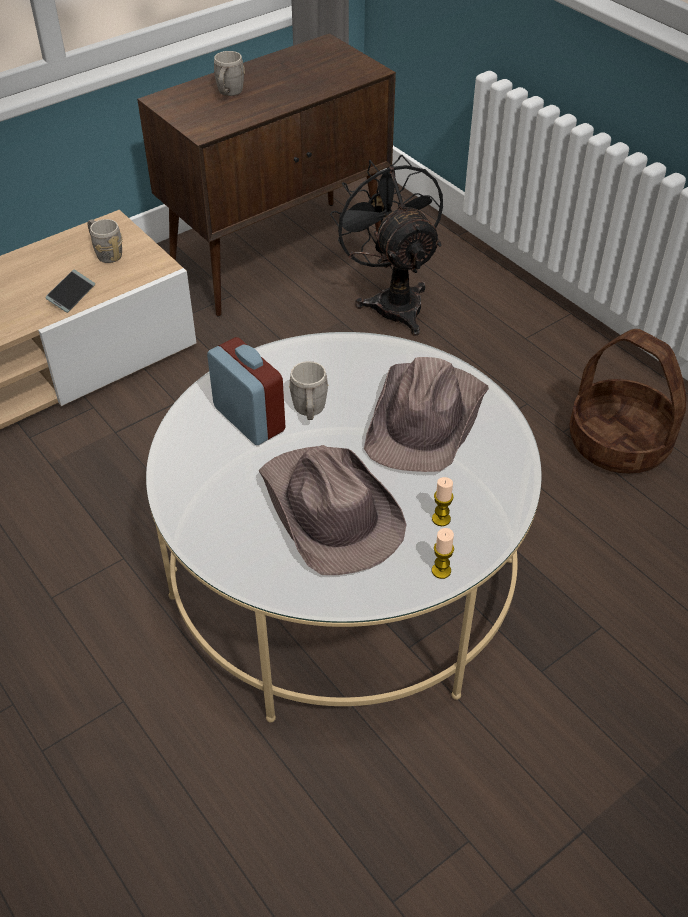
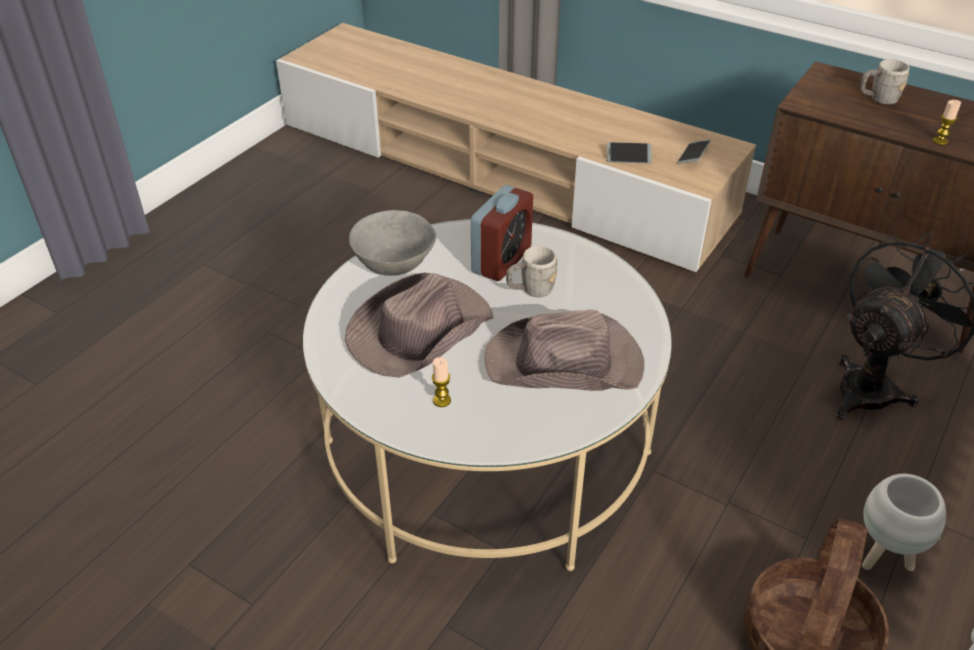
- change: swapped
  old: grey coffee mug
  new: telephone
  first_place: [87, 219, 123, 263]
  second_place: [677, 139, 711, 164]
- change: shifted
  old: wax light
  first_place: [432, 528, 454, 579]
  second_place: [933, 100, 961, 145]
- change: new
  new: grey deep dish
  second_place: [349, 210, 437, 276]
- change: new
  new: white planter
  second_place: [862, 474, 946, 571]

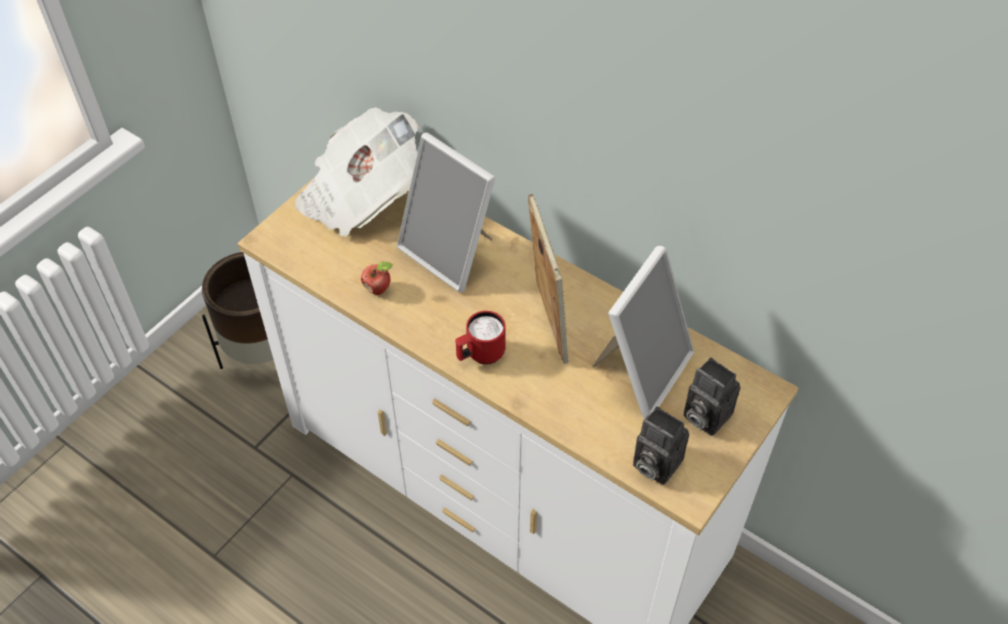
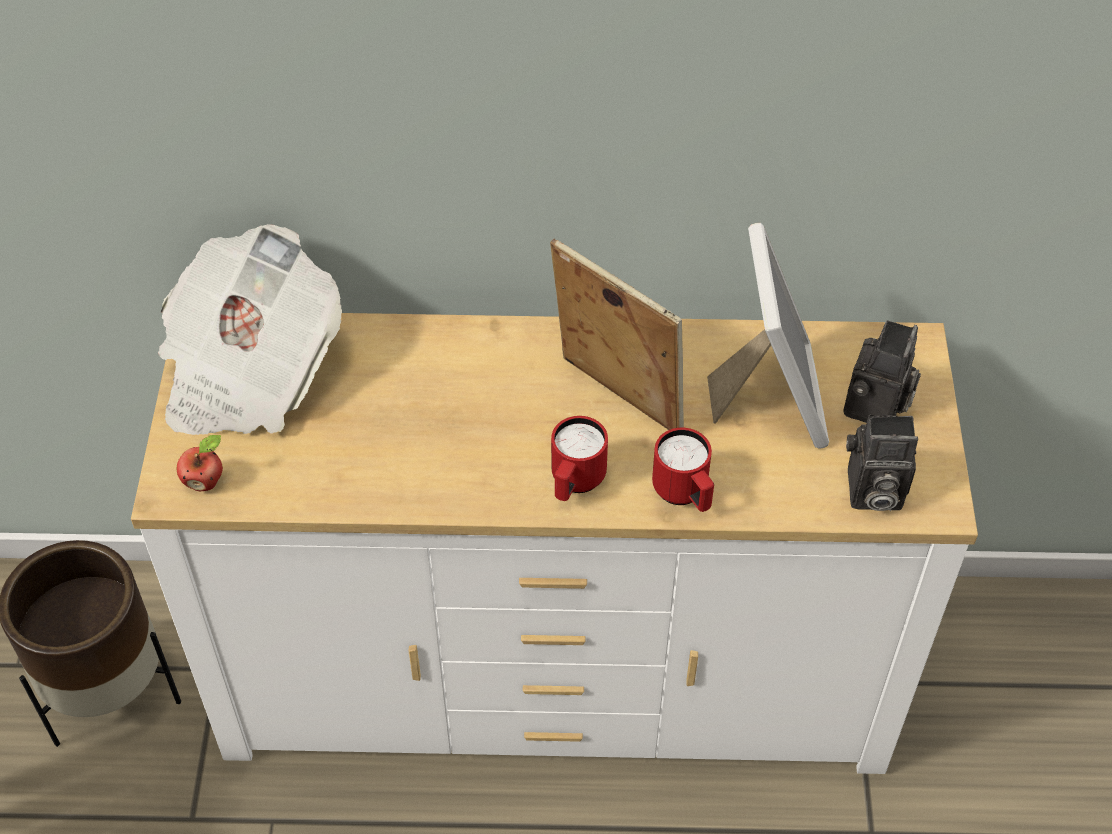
- change: shifted
  old: whole apple
  first_place: [361, 261, 393, 295]
  second_place: [177, 435, 223, 491]
- change: gone
  old: picture frame
  first_place: [397, 133, 495, 292]
- change: rotated
  old: still camera
  first_place: [683, 357, 740, 436]
  second_place: [843, 320, 921, 423]
  degrees: -75
- change: new
  new: reddish coffee mug
  second_place: [652, 428, 714, 512]

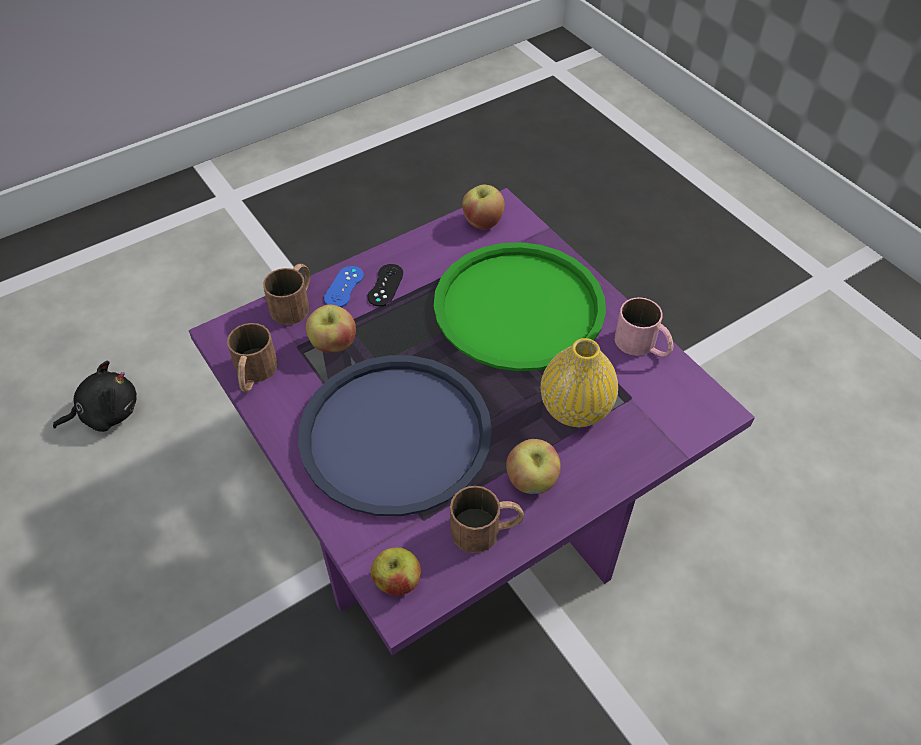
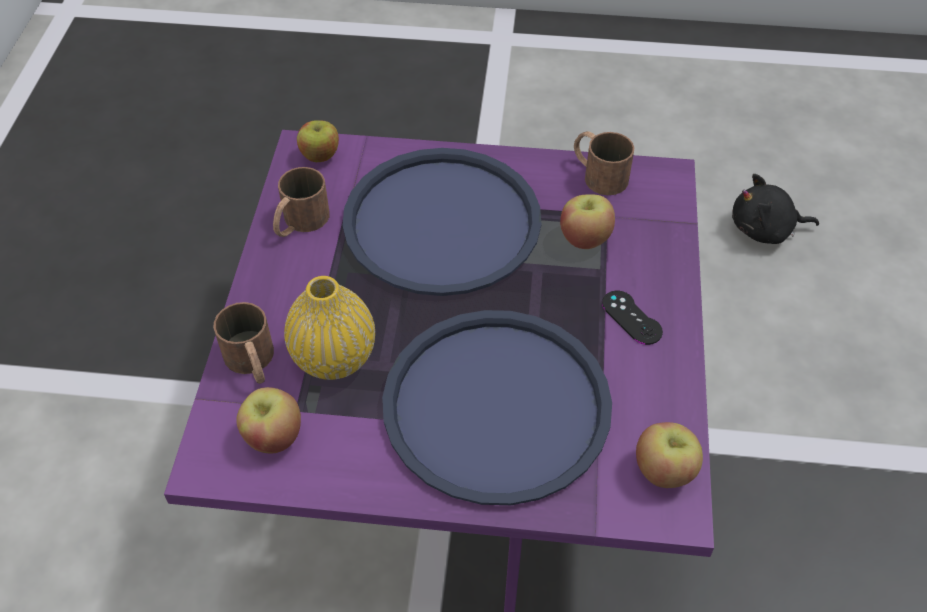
- change: rotated
  old: black cuddly toy
  first_place: [53, 361, 137, 432]
  second_place: [732, 174, 819, 244]
  degrees: 75
- change: shifted
  old: brown-coloured coffee mug
  first_place: [263, 264, 310, 325]
  second_place: [214, 302, 274, 384]
- change: gone
  old: blue game controller
  first_place: [324, 266, 364, 307]
- change: repainted
  old: greenish serving tray
  new: blue serving tray
  first_place: [434, 242, 606, 371]
  second_place: [382, 310, 612, 505]
- change: shifted
  old: whole apple
  first_place: [506, 439, 561, 494]
  second_place: [236, 387, 301, 454]
- change: gone
  old: pink-coloured coffee mug
  first_place: [615, 297, 673, 357]

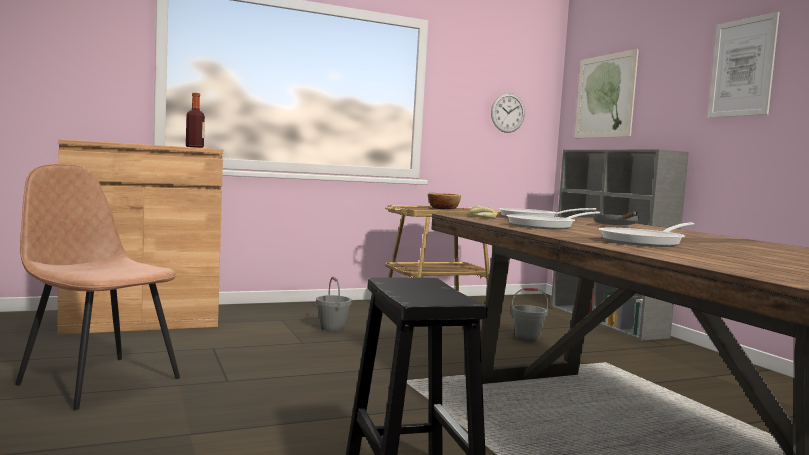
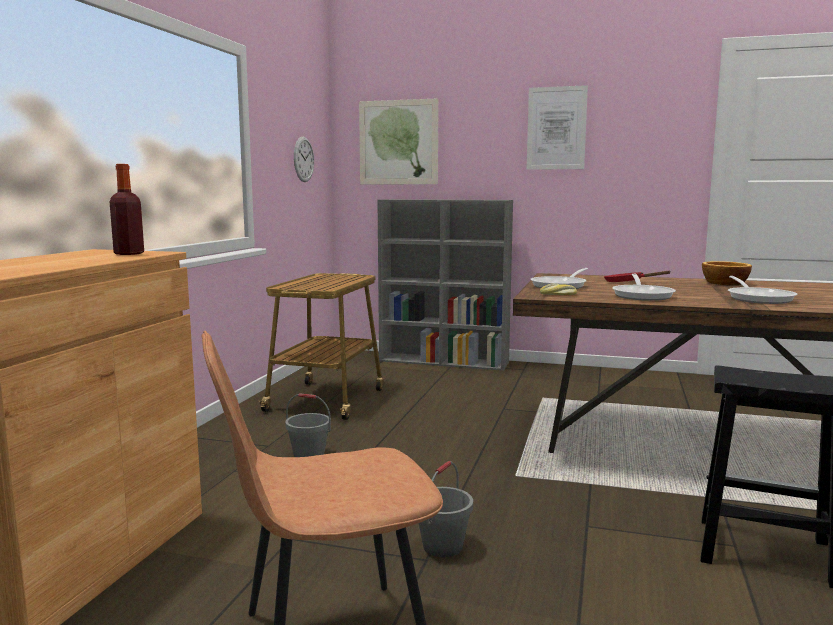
- change: shifted
  old: deep dish
  first_place: [428, 193, 461, 209]
  second_place: [702, 261, 752, 286]
- change: shifted
  old: grey bucket
  first_place: [511, 288, 548, 341]
  second_place: [419, 461, 473, 557]
- change: repainted
  old: grey frying pan
  new: reddish frying pan
  first_place: [593, 212, 639, 225]
  second_place: [604, 271, 671, 282]

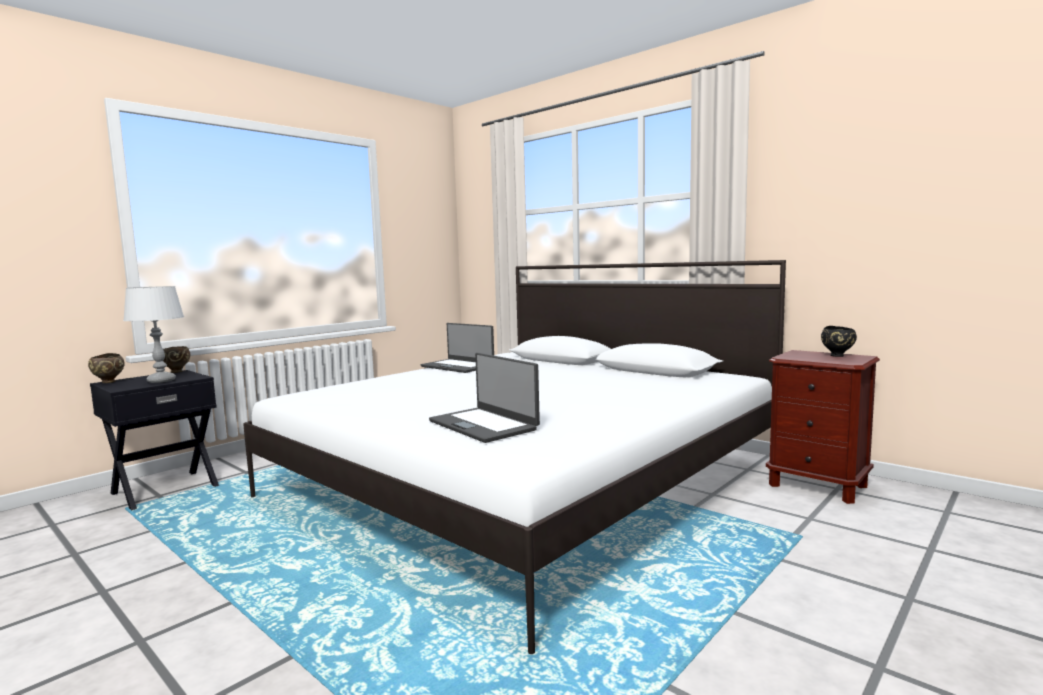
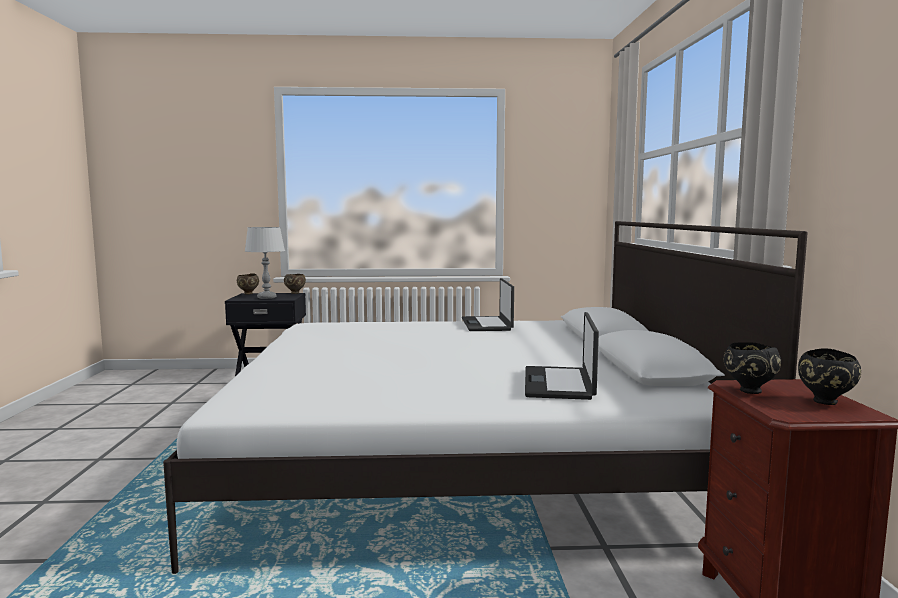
- change: shifted
  old: notebook computer
  first_place: [429, 353, 540, 443]
  second_place: [525, 312, 599, 400]
- change: new
  new: black deep dish
  second_place: [723, 342, 781, 394]

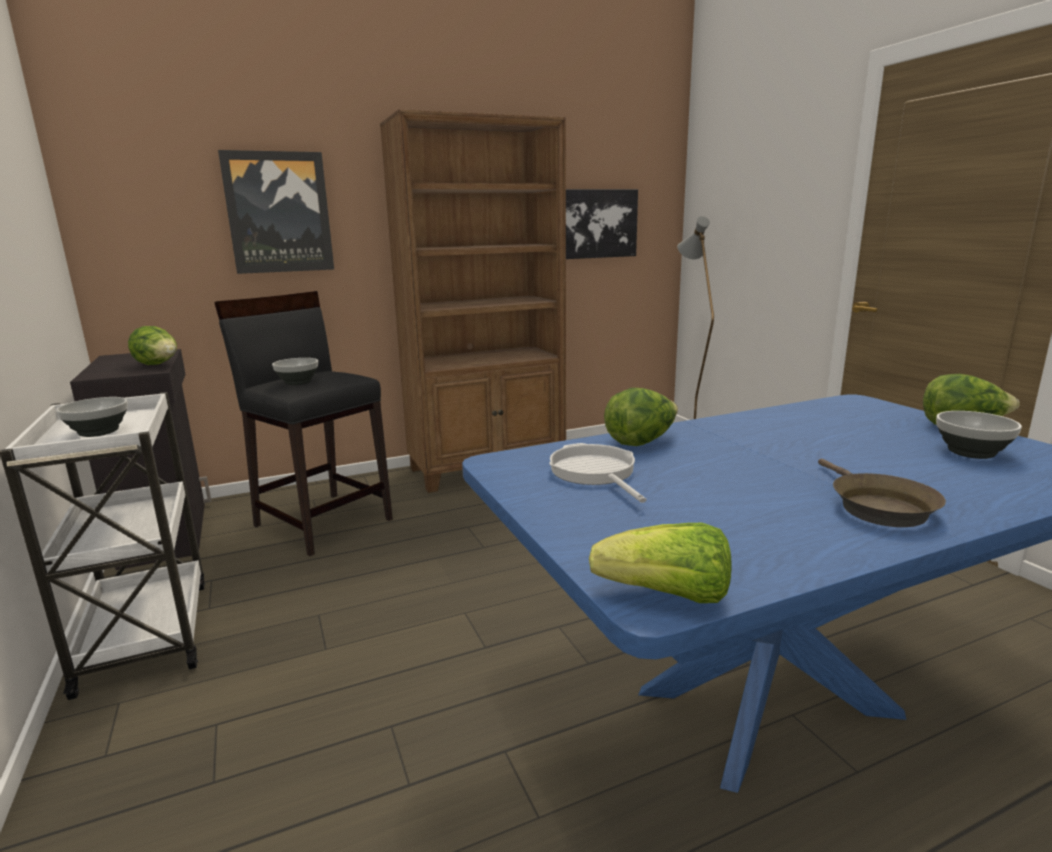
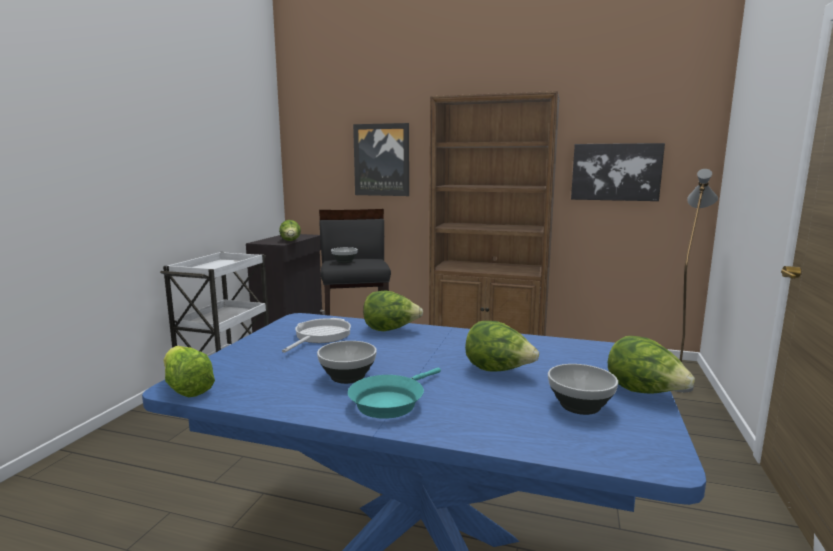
- change: shifted
  old: deep dish
  first_place: [56, 397, 128, 437]
  second_place: [317, 341, 377, 384]
- change: repainted
  old: brown-coloured frying pan
  new: turquoise frying pan
  first_place: [818, 459, 946, 527]
  second_place: [348, 368, 441, 419]
- change: new
  new: lettuce
  second_place: [465, 321, 539, 371]

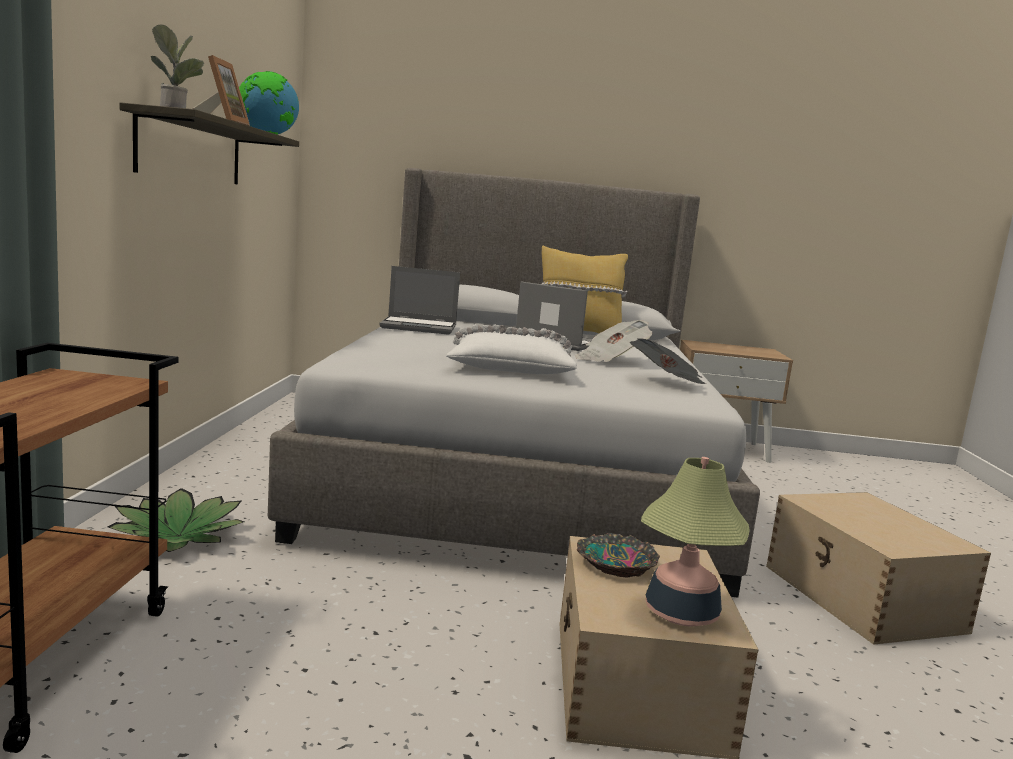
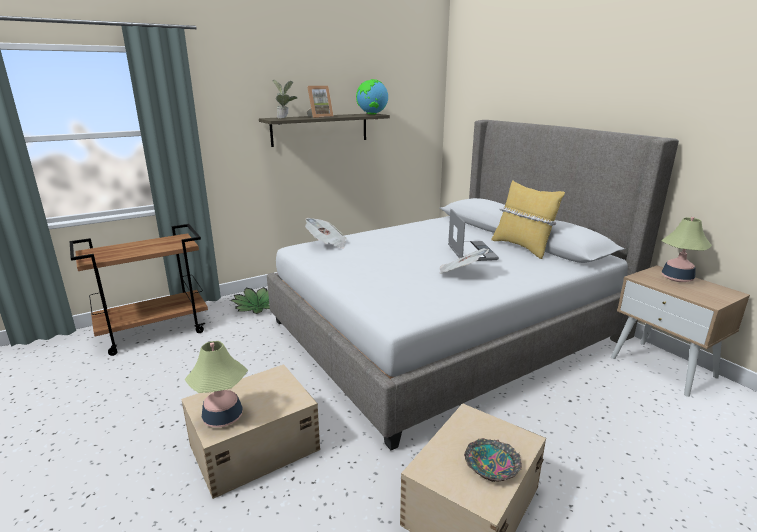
- change: gone
  old: notebook computer
  first_place: [379, 266, 460, 335]
- change: gone
  old: white pillow
  first_place: [446, 324, 577, 374]
- change: shifted
  old: deep dish
  first_place: [577, 533, 660, 577]
  second_place: [464, 438, 522, 482]
- change: shifted
  old: daily paper
  first_place: [630, 338, 706, 384]
  second_place: [305, 218, 347, 248]
- change: new
  new: table lamp
  second_place: [661, 217, 712, 282]

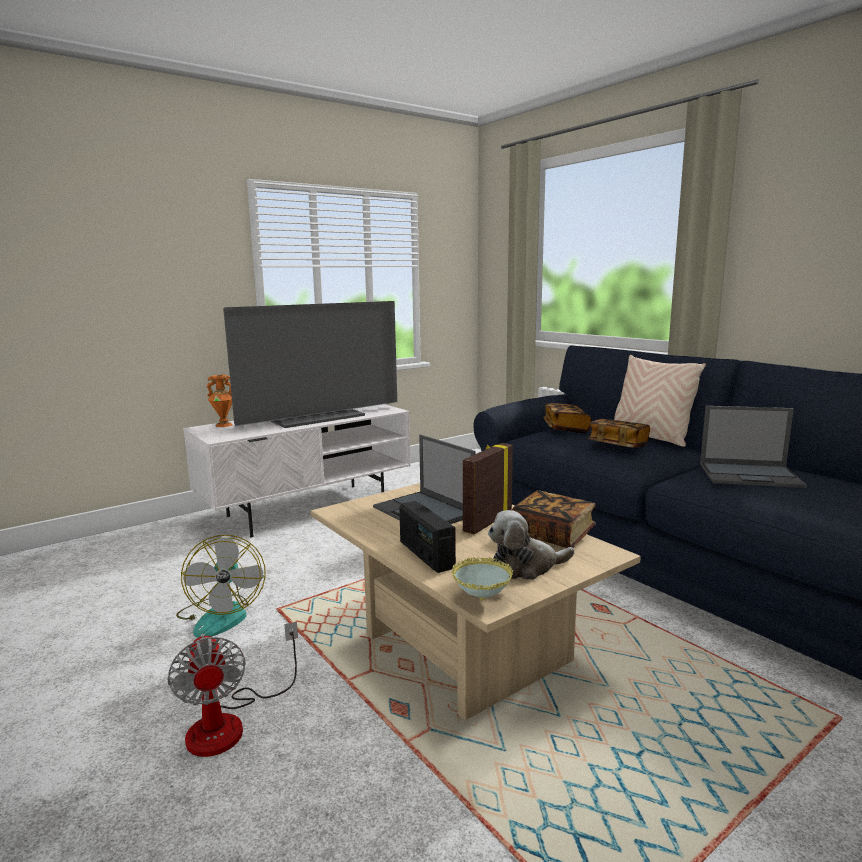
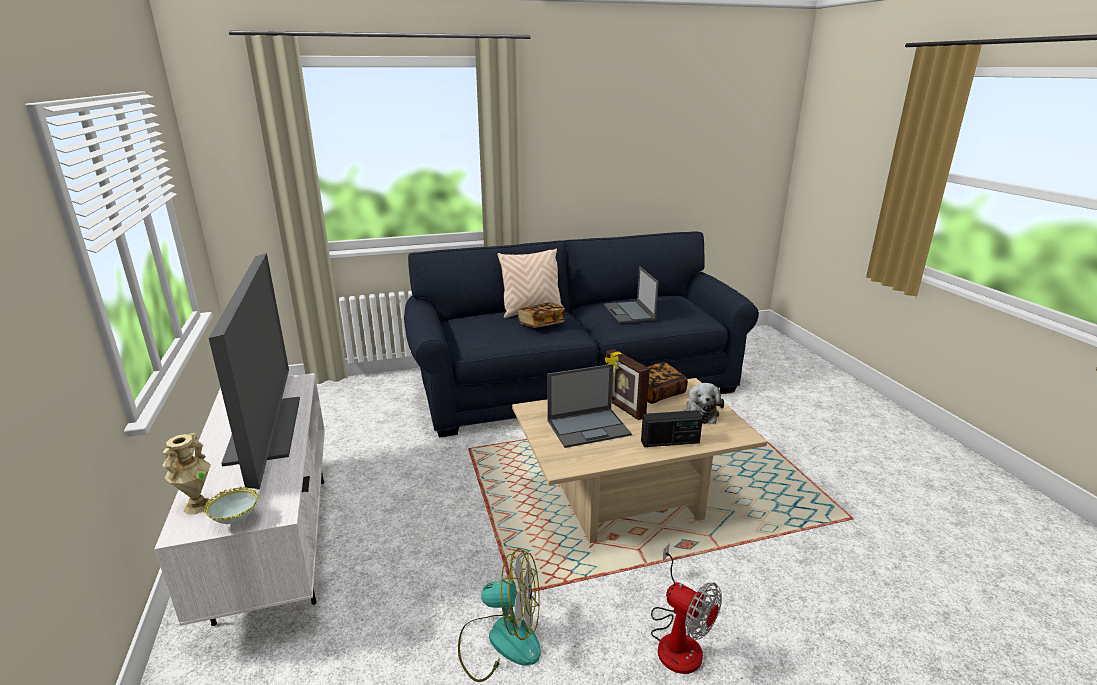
- change: rotated
  old: electric fan
  first_place: [167, 622, 298, 757]
  second_place: [651, 544, 722, 674]
  degrees: 45
- change: repainted
  old: orangey decorative vase
  new: beige-coloured decorative vase
  first_place: [206, 375, 233, 427]
  second_place: [162, 433, 211, 514]
- change: shifted
  old: deep dish
  first_place: [451, 557, 513, 601]
  second_place: [204, 487, 258, 524]
- change: gone
  old: bound book
  first_place: [543, 403, 592, 433]
- change: rotated
  old: notebook computer
  first_place: [700, 406, 807, 488]
  second_place: [604, 266, 659, 323]
  degrees: 135

